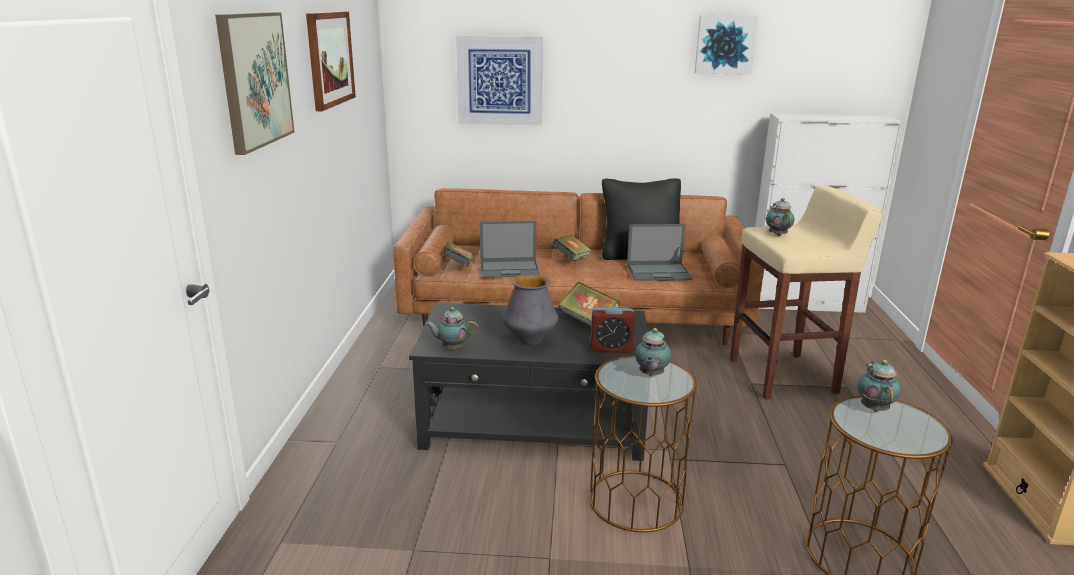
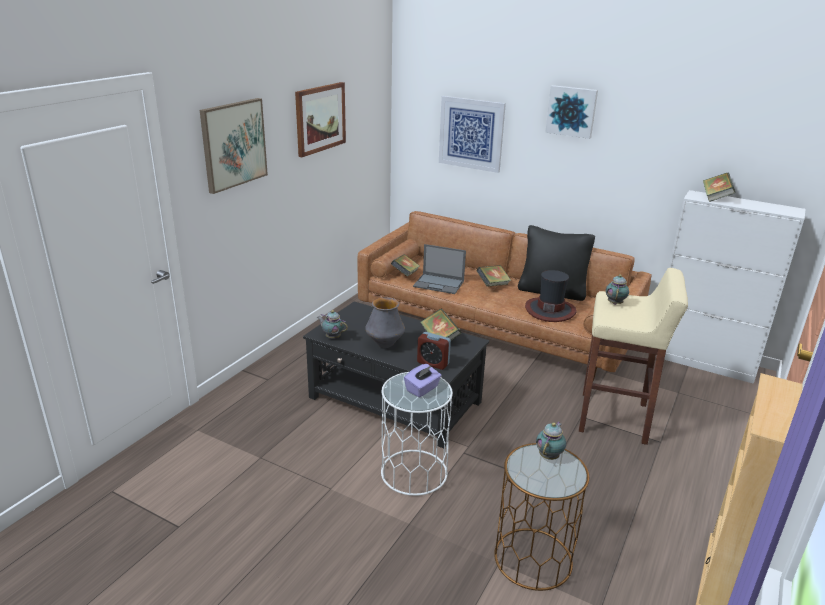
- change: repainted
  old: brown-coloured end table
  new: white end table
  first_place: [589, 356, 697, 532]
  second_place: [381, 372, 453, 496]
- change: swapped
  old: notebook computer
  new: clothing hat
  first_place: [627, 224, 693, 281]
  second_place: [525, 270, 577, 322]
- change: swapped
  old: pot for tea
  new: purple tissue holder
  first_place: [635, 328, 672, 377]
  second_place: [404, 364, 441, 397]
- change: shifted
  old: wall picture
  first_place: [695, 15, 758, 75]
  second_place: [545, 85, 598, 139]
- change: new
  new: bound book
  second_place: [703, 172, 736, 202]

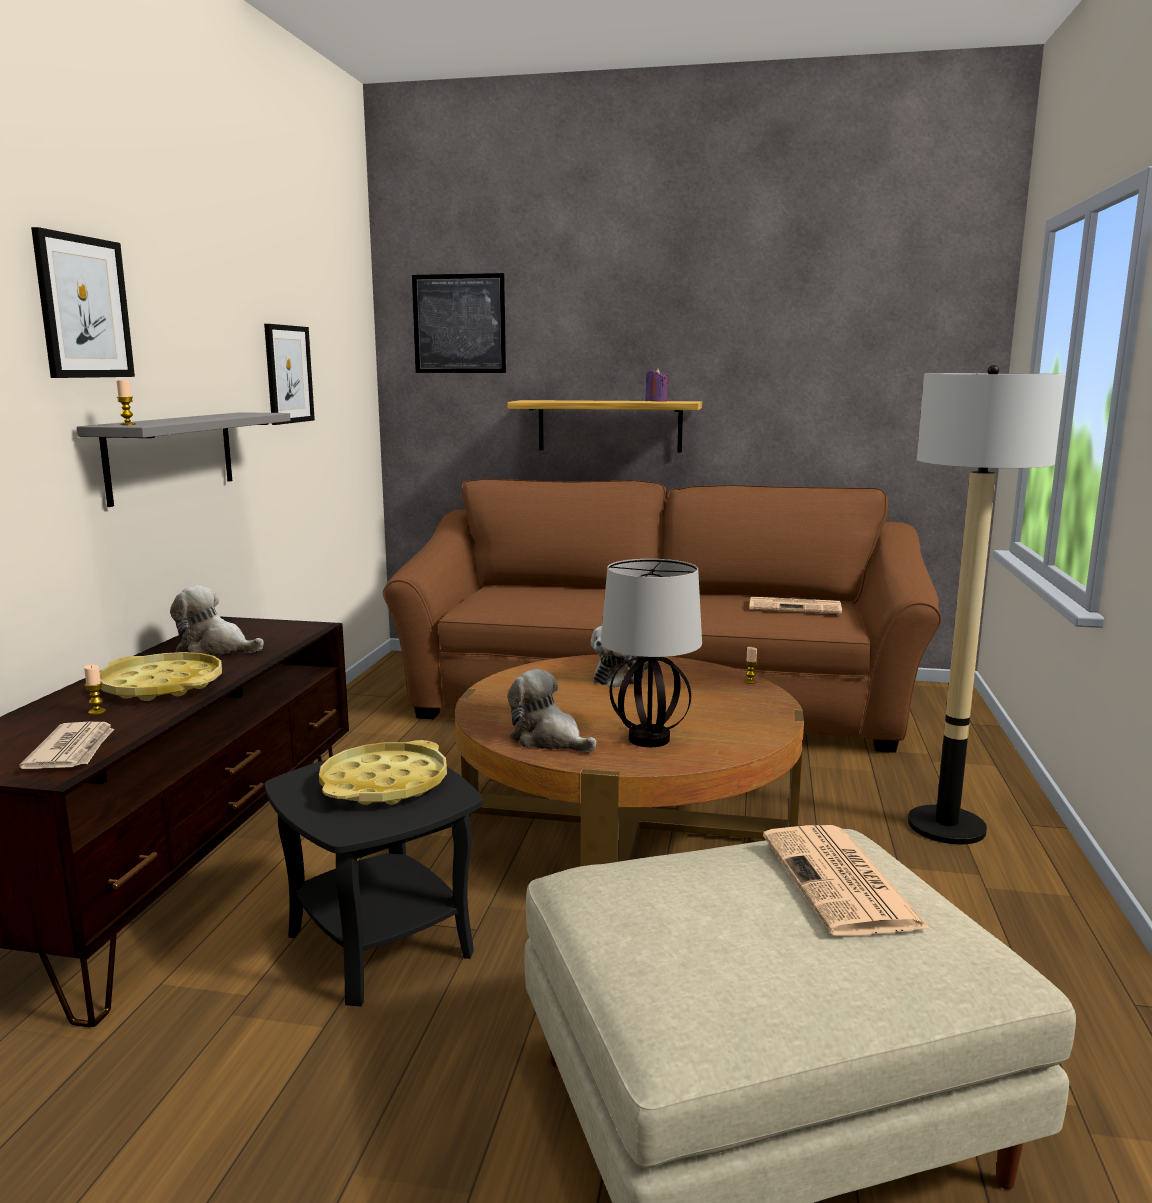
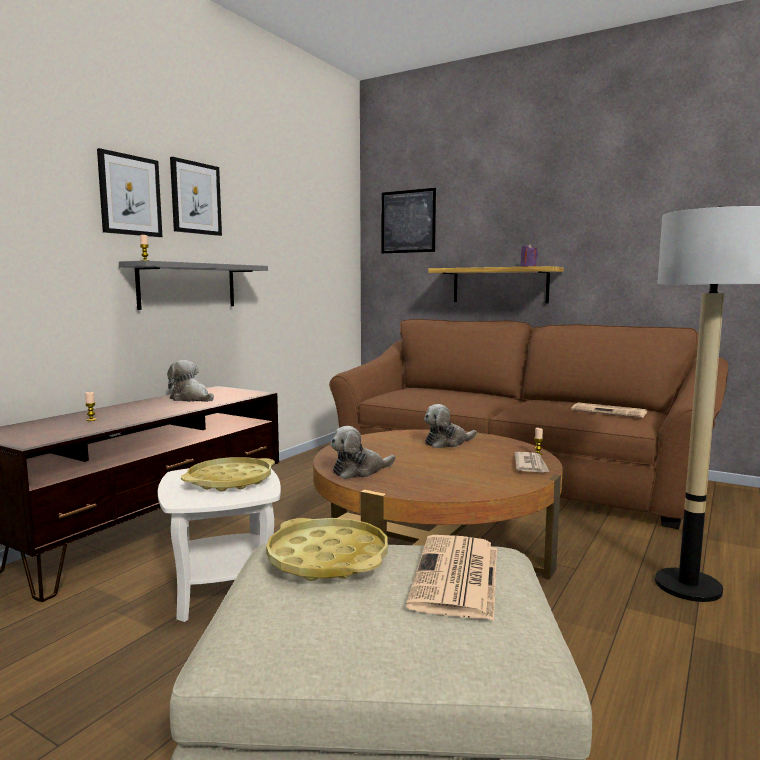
- change: shifted
  old: daily paper
  first_place: [19, 722, 114, 769]
  second_place: [515, 452, 549, 472]
- change: shifted
  old: yellowish serving tray
  first_place: [99, 652, 222, 701]
  second_place: [266, 518, 388, 581]
- change: shifted
  old: wall picture
  first_place: [264, 324, 315, 425]
  second_place: [170, 157, 222, 236]
- change: repainted
  old: black end table
  new: white end table
  first_place: [265, 760, 483, 1006]
  second_place: [158, 468, 281, 622]
- change: rotated
  old: cuddly toy
  first_place: [507, 669, 597, 752]
  second_place: [330, 426, 396, 479]
  degrees: -90
- change: gone
  old: table lamp
  first_place: [601, 559, 702, 747]

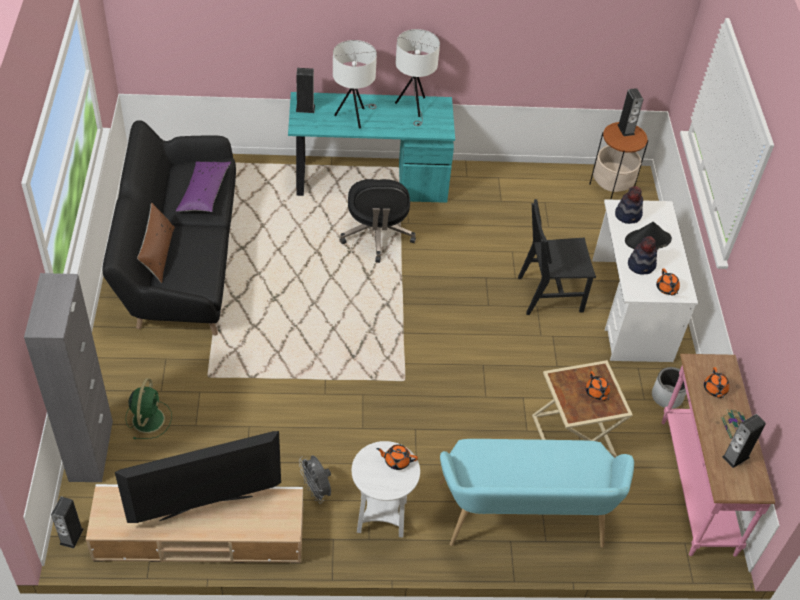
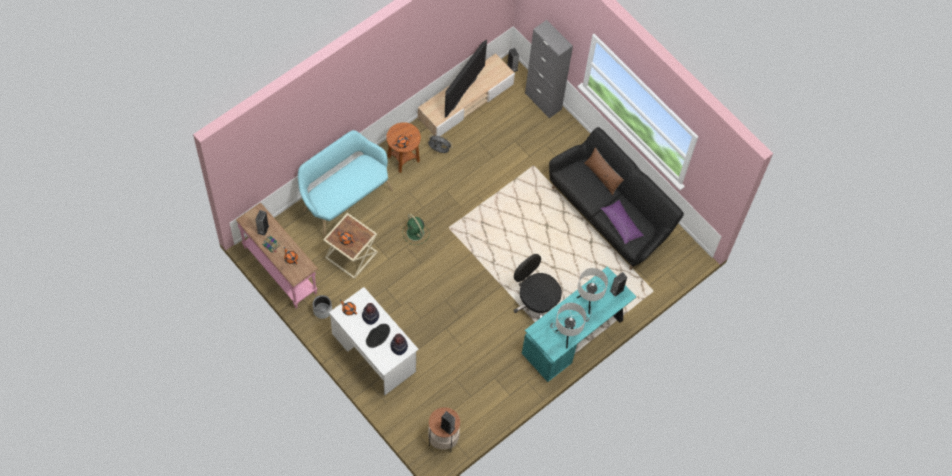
- change: shifted
  old: greenish electric fan
  first_place: [126, 378, 172, 439]
  second_place: [402, 214, 428, 245]
- change: repainted
  old: white end table
  new: brown-coloured end table
  first_place: [352, 441, 420, 538]
  second_place: [386, 122, 421, 173]
- change: gone
  old: black chair
  first_place: [518, 199, 596, 315]

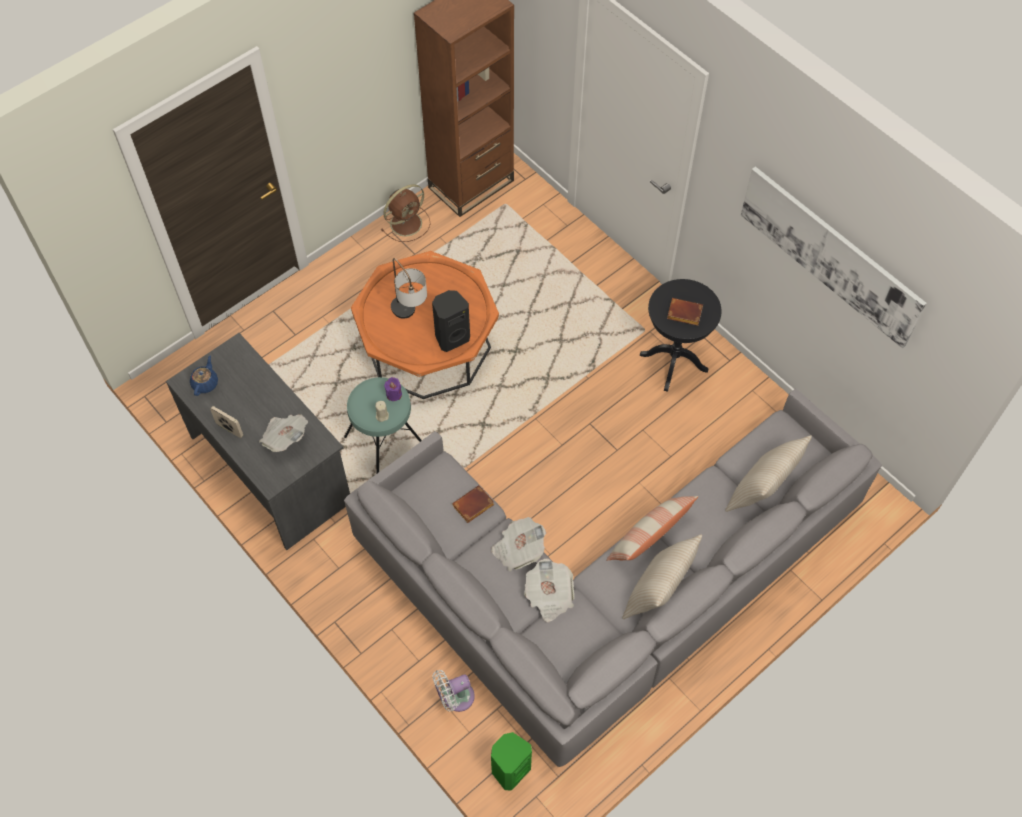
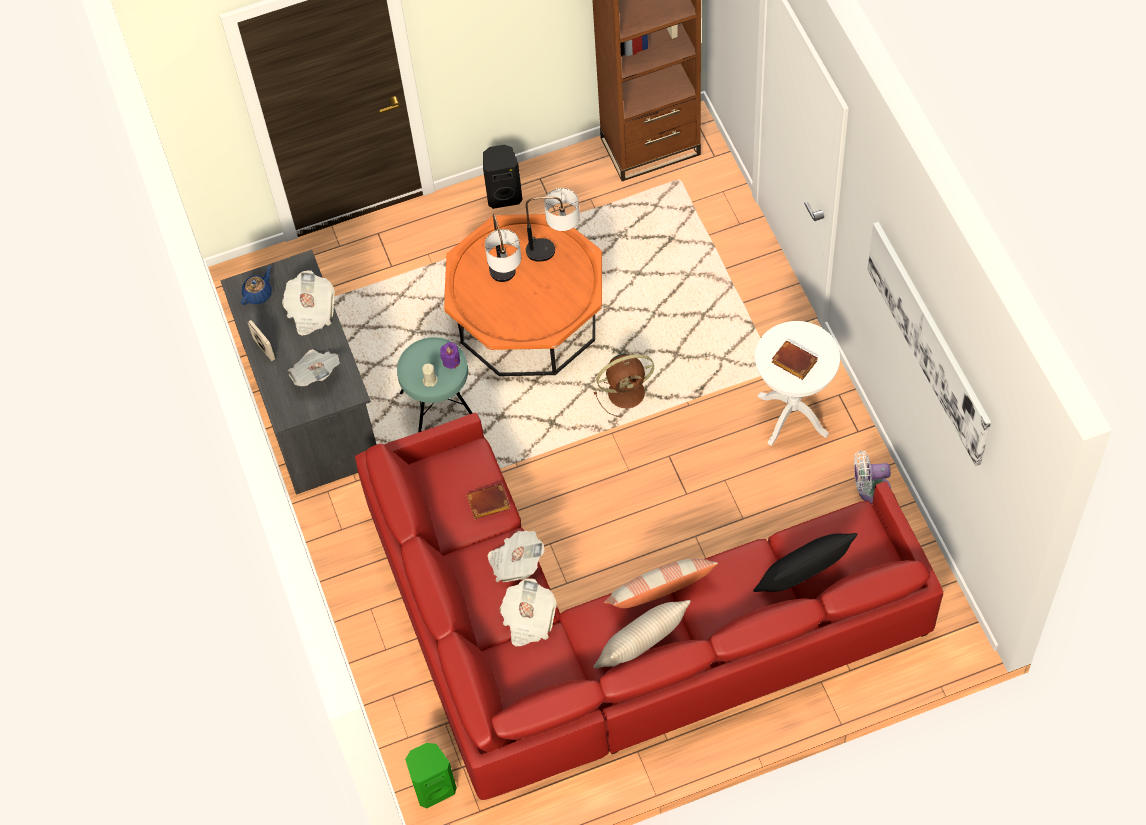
- change: repainted
  old: grey couch
  new: reddish couch
  first_place: [344, 389, 882, 767]
  second_place: [355, 413, 943, 800]
- change: shifted
  old: brown-coloured electric fan
  first_place: [381, 184, 431, 242]
  second_place: [594, 354, 654, 417]
- change: shifted
  old: black speaker
  first_place: [432, 290, 470, 352]
  second_place: [483, 145, 523, 209]
- change: shifted
  old: white electric fan
  first_place: [433, 670, 475, 712]
  second_place: [854, 450, 891, 504]
- change: repainted
  old: black end table
  new: white end table
  first_place: [639, 279, 721, 392]
  second_place: [755, 321, 840, 446]
- change: repainted
  old: beige-coloured pillow
  new: black pillow
  first_place: [725, 435, 812, 512]
  second_place: [753, 533, 857, 592]
- change: new
  new: daily paper
  second_place: [282, 270, 335, 336]
- change: new
  new: table lamp
  second_place: [526, 188, 580, 262]

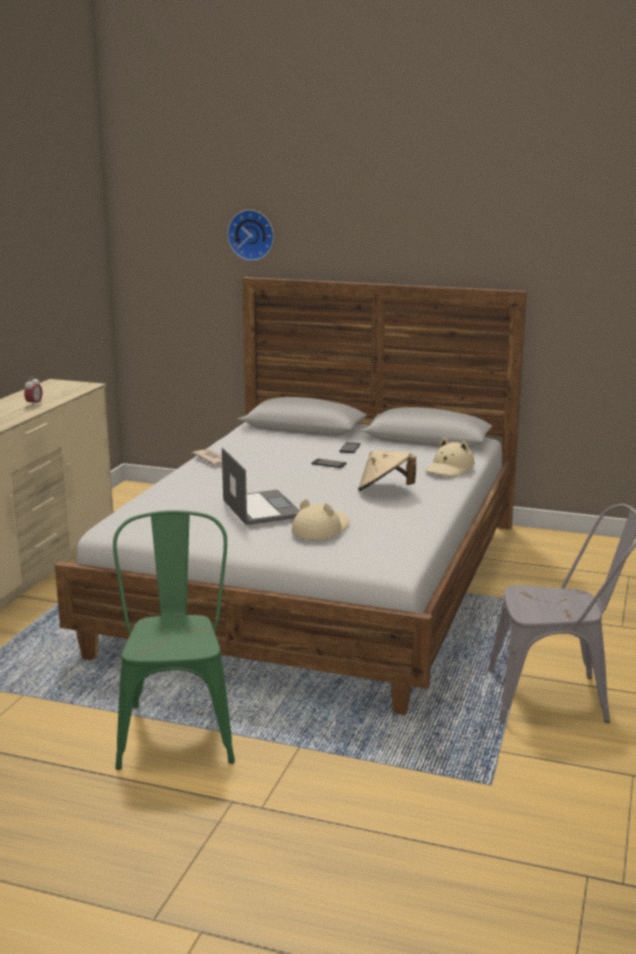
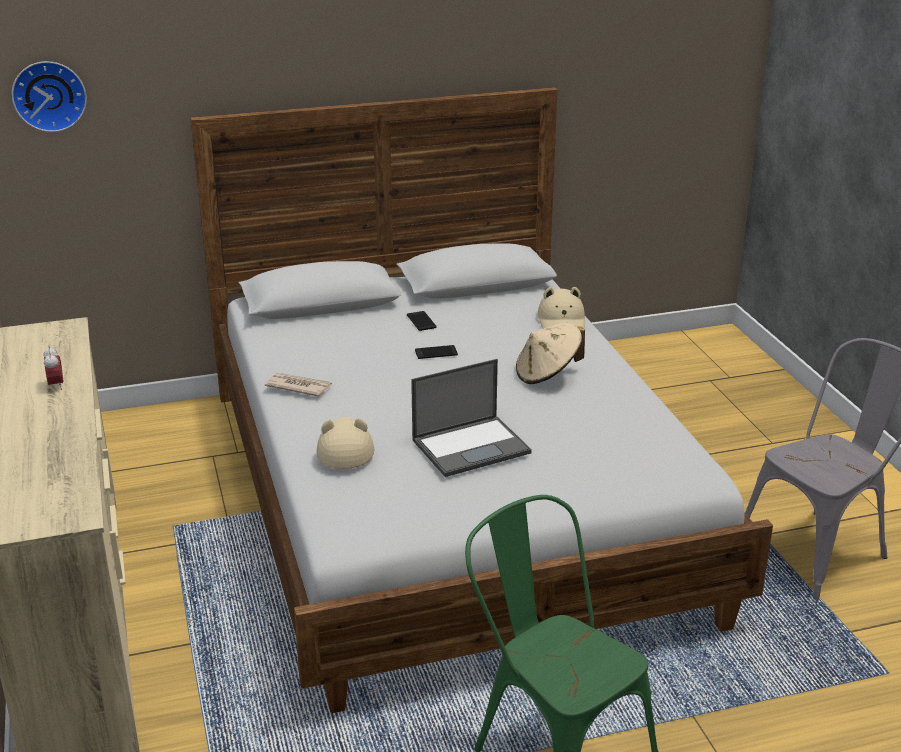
- change: rotated
  old: notebook computer
  first_place: [222, 448, 300, 525]
  second_place: [411, 359, 532, 477]
  degrees: 120
- change: shifted
  old: wall clock
  first_place: [227, 210, 274, 261]
  second_place: [12, 61, 87, 132]
- change: shifted
  old: beige-coloured clothing hat
  first_place: [291, 499, 350, 540]
  second_place: [316, 417, 374, 469]

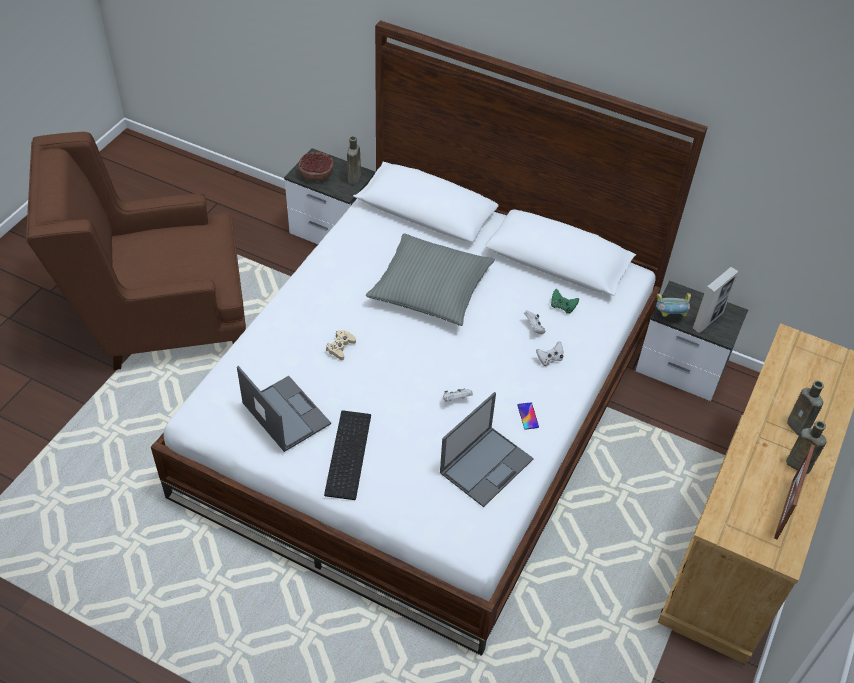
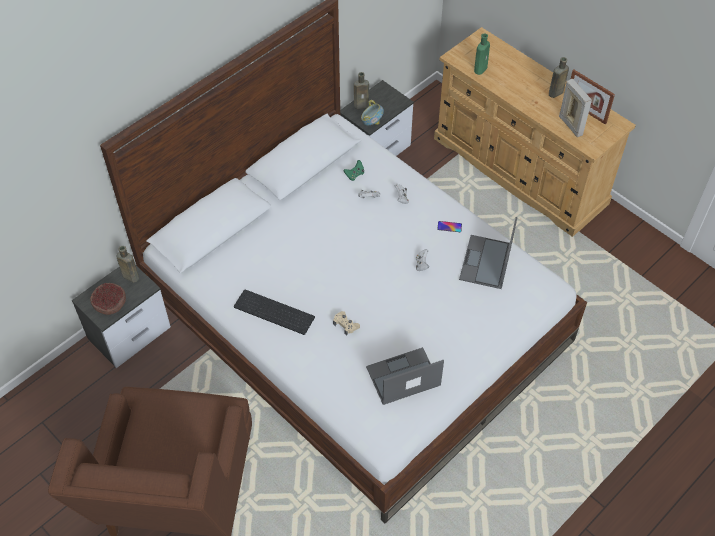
- change: shifted
  old: PC keyboard
  first_place: [324, 410, 371, 500]
  second_place: [234, 289, 315, 335]
- change: gone
  old: grey pillow
  first_place: [366, 233, 495, 326]
- change: rotated
  old: notebook computer
  first_place: [440, 392, 534, 507]
  second_place: [459, 217, 517, 289]
  degrees: -135
- change: shifted
  old: picture frame
  first_place: [693, 267, 738, 333]
  second_place: [559, 79, 592, 137]
- change: shifted
  old: brown-coloured drink bottle
  first_place: [787, 381, 824, 436]
  second_place: [354, 72, 369, 109]
- change: new
  new: greenish drink bottle
  second_place: [474, 34, 490, 75]

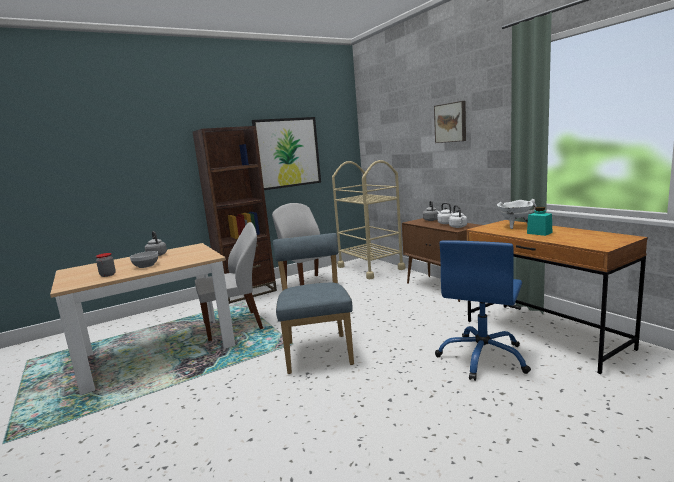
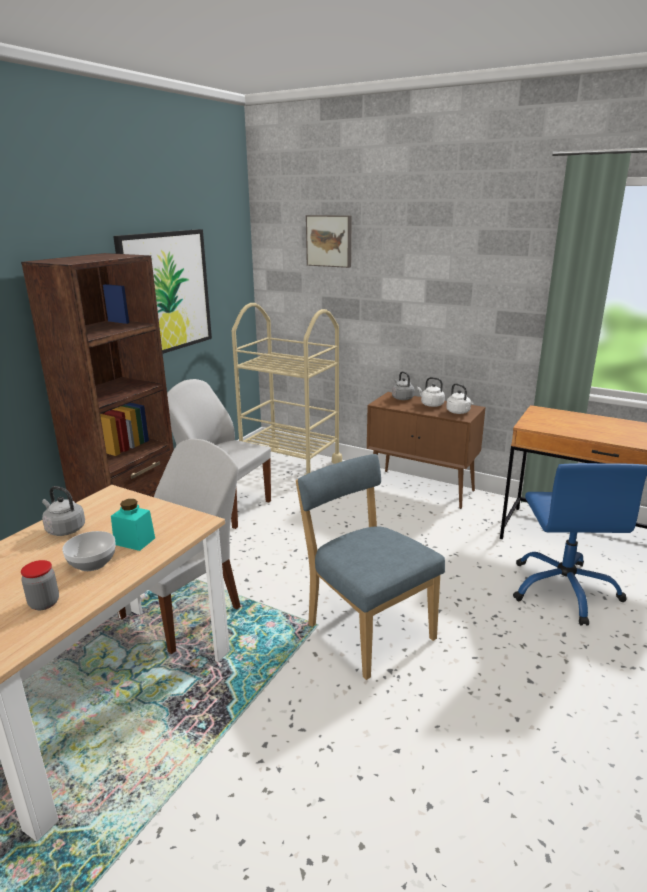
- change: shifted
  old: wall picture
  first_place: [434, 101, 466, 143]
  second_place: [306, 215, 352, 268]
- change: gone
  old: white saucepot
  first_place: [497, 199, 537, 229]
- change: shifted
  old: turquoise jar
  first_place: [527, 207, 552, 236]
  second_place: [111, 499, 155, 551]

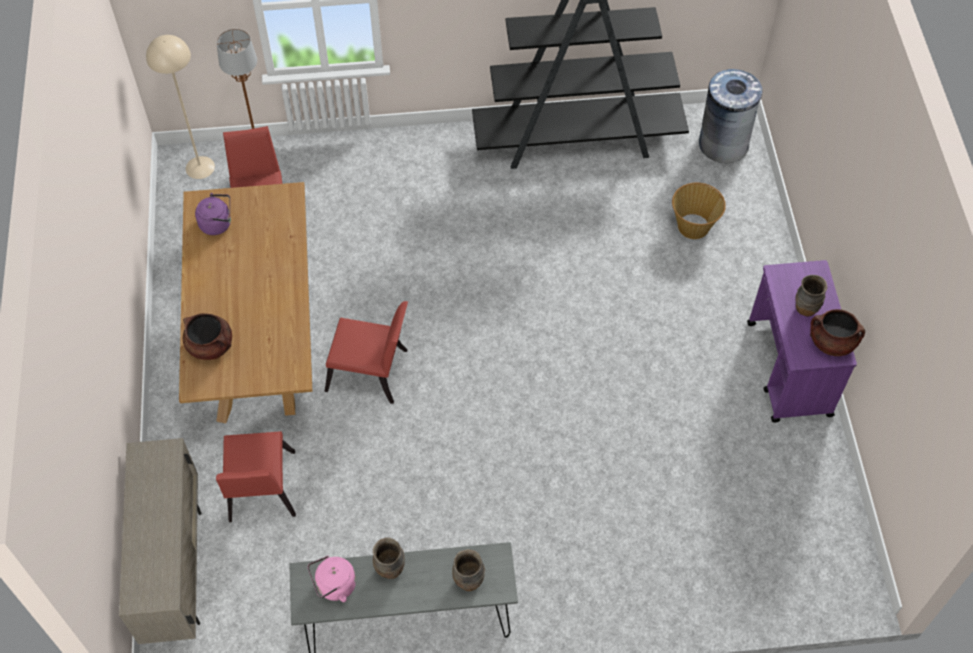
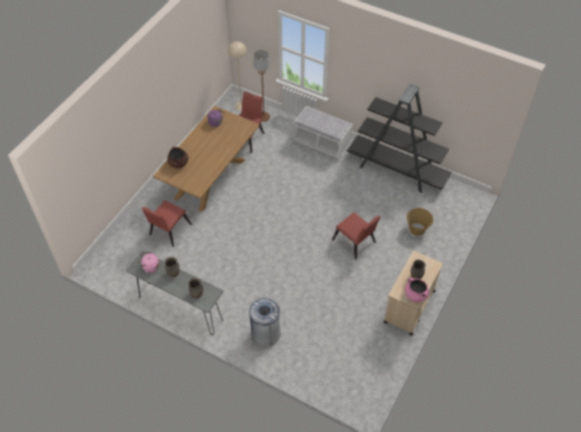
- change: gone
  old: beige-coloured storage cabinet
  first_place: [119, 438, 202, 644]
- change: shifted
  old: reddish chair
  first_place: [324, 301, 408, 404]
  second_place: [332, 212, 380, 259]
- change: shifted
  old: grey waste bin
  first_place: [699, 69, 762, 163]
  second_place: [249, 298, 280, 347]
- change: repainted
  old: purple trolley
  new: beige-coloured trolley
  first_place: [747, 260, 857, 423]
  second_place: [384, 251, 443, 336]
- change: repainted
  old: brown-coloured saucepot
  new: pink-coloured saucepot
  first_place: [810, 309, 865, 356]
  second_place: [405, 277, 429, 302]
- change: new
  new: white bench
  second_place: [294, 106, 353, 158]

